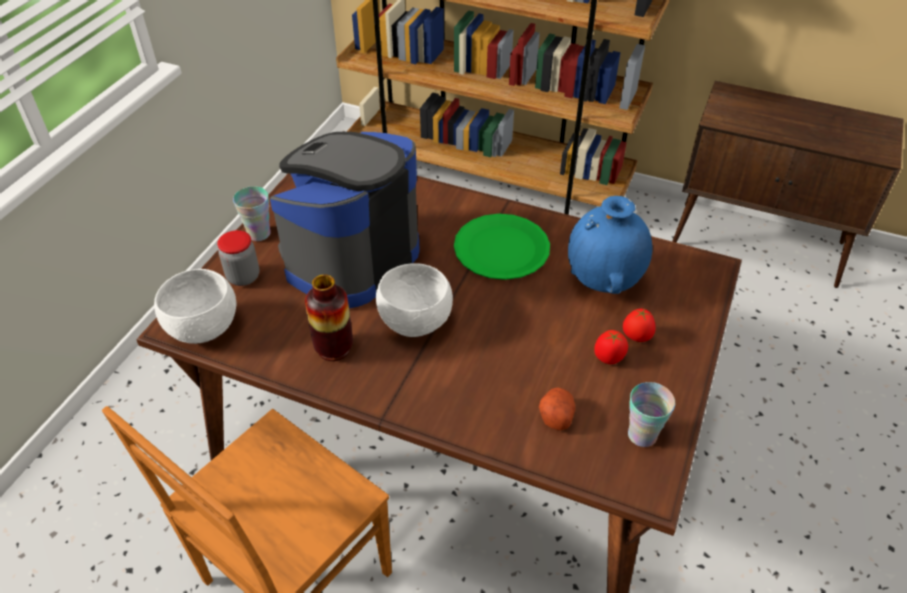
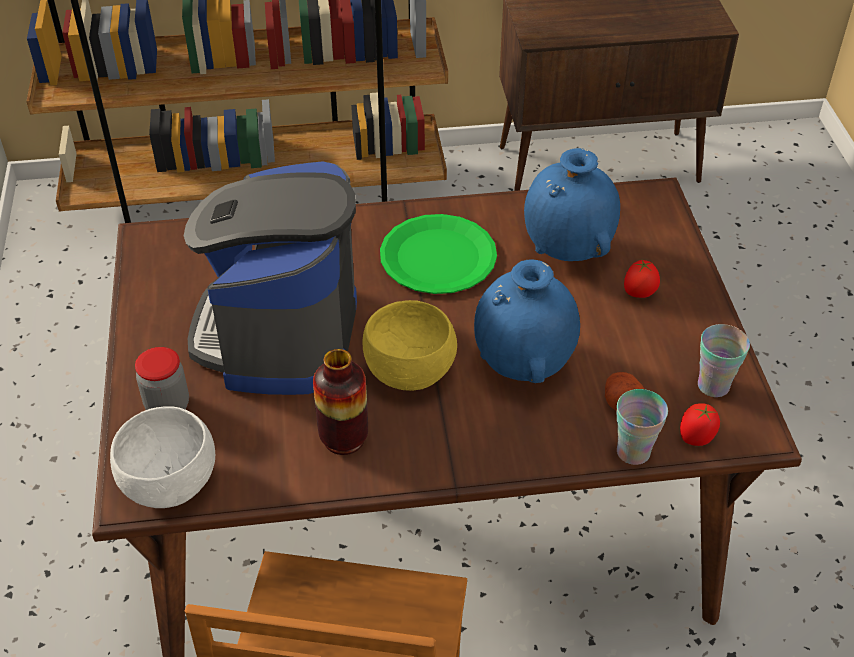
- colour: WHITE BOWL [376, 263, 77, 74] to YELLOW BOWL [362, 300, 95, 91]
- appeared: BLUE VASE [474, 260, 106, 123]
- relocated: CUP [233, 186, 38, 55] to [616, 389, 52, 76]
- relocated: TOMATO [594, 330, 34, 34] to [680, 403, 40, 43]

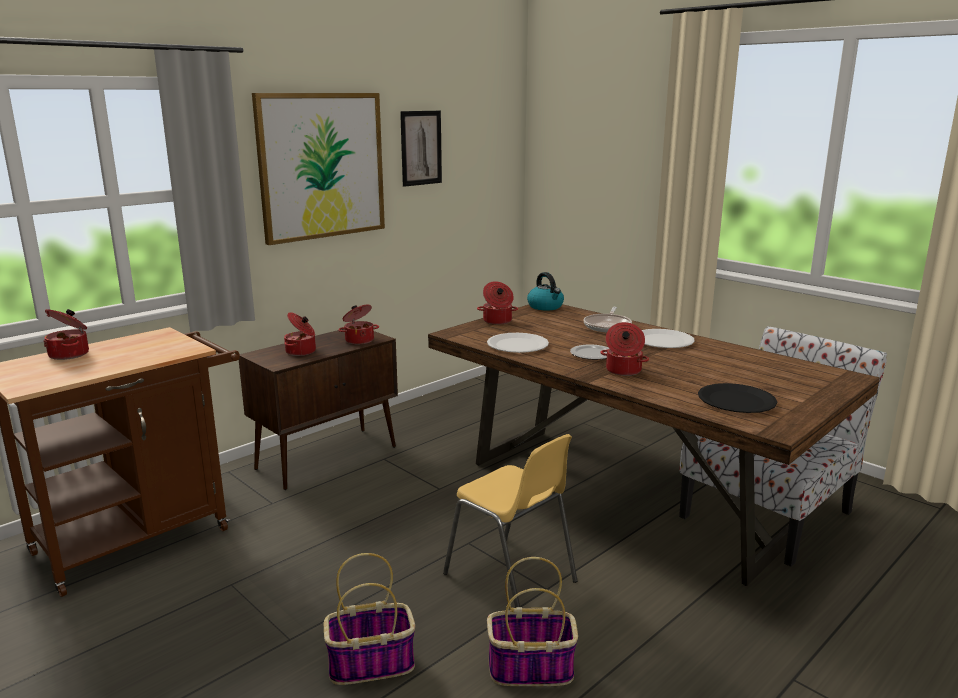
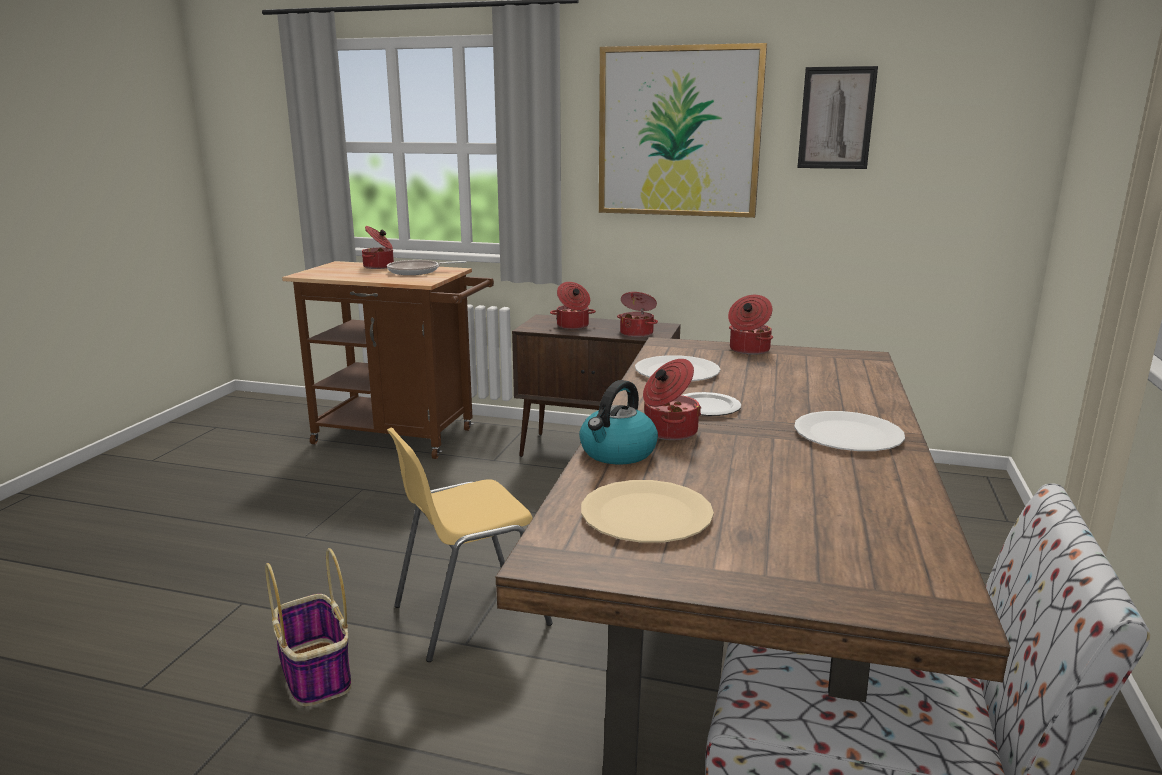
- relocated: FRYING PAN [583, 307, 49, 25] to [387, 260, 79, 15]
- spun: YELLOW CHAIR [443, 434, 135, 174] = [387, 428, 166, 234] 45 degrees clockwise
- relocated: KETTLE [527, 272, 37, 38] to [579, 380, 79, 85]
- colour: BLACK PLATE [698, 383, 79, 30] to BEIGE PLATE [581, 480, 133, 63]
- missing: BASKET [324, 553, 91, 132]

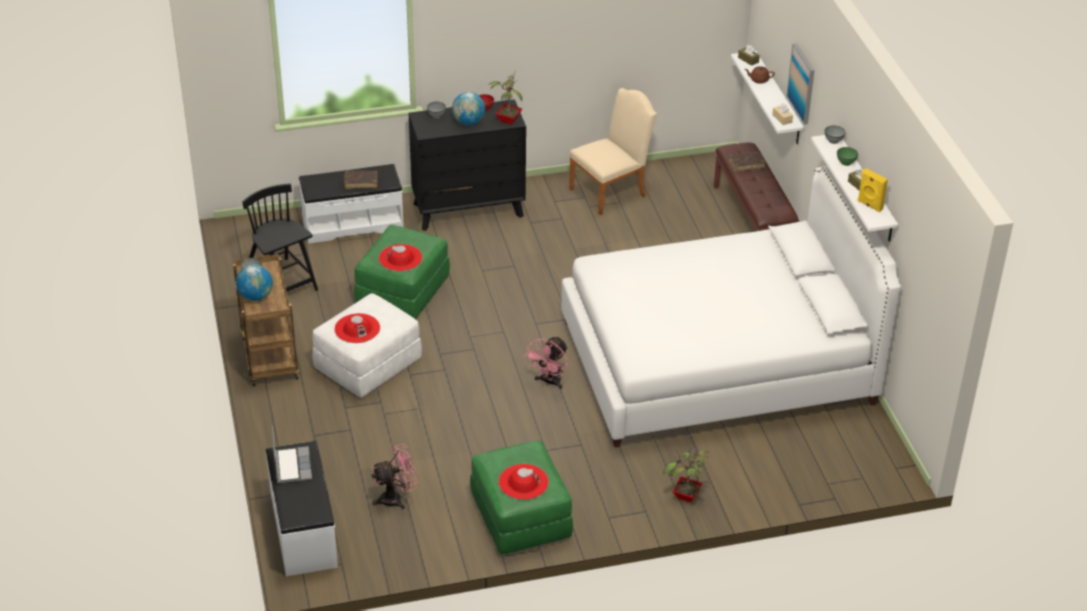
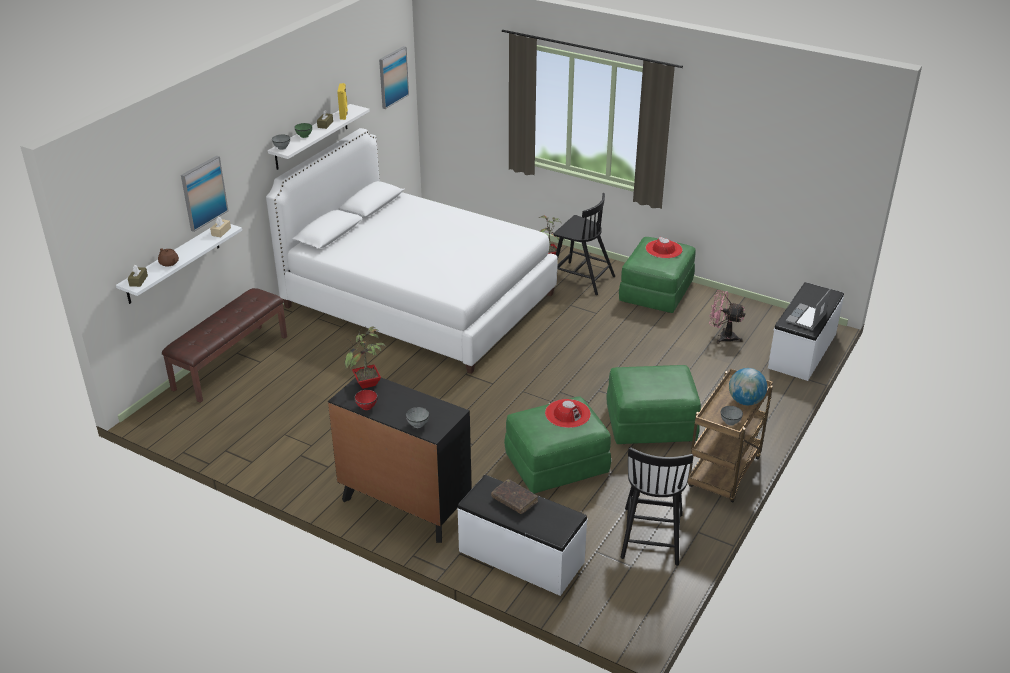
- appeared: PICTURE [379, 46, 30, 63]
- appeared: BLACK CHAIR [554, 193, 61, 102]
- colour: WHITE OTTOMAN [312, 293, 110, 105] to GREEN OTTOMAN [606, 365, 95, 79]
- missing: RED HAT [334, 313, 46, 30]
- missing: GLOBE [452, 92, 33, 33]
- missing: PINK FAN [524, 336, 44, 53]
- missing: BEIGE CHAIR [569, 88, 88, 127]
- missing: BROWN BOOK [728, 152, 37, 20]

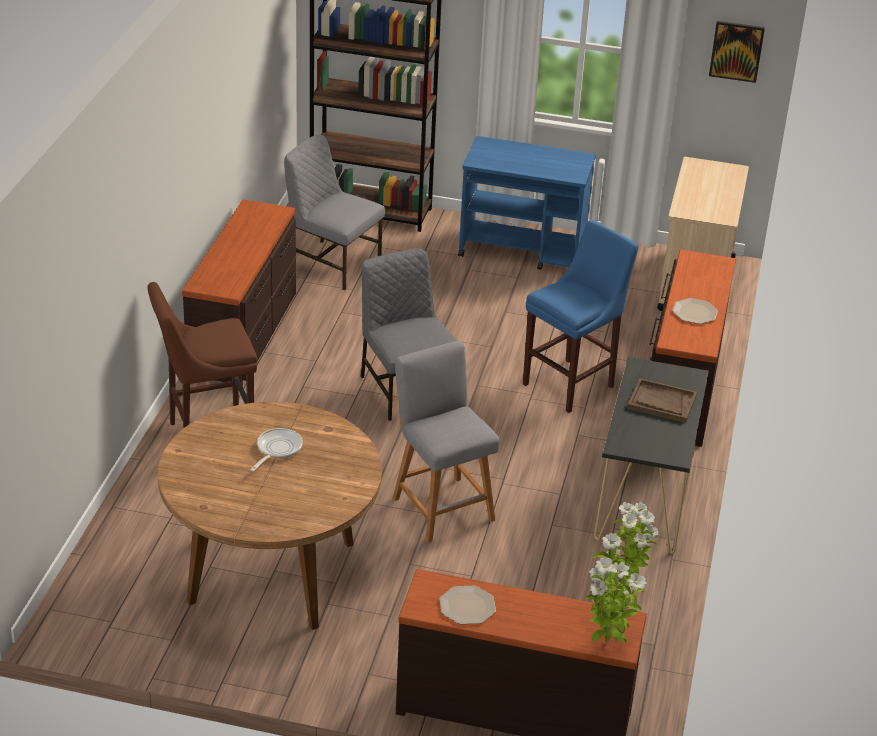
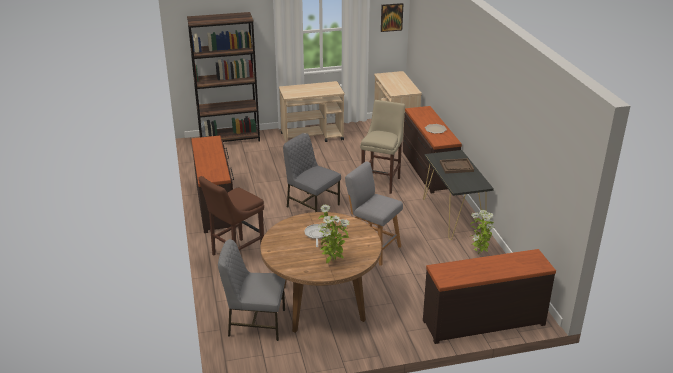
- relocated: GREY CHAIR [284, 135, 101, 155] to [218, 239, 68, 102]
- colour: BLUE CART [458, 136, 138, 134] to BEIGE CART [279, 81, 66, 61]
- relocated: POTTED PLANT [586, 533, 61, 110] to [318, 204, 32, 60]
- colour: BLUE STOOL [523, 220, 116, 193] to BEIGE STOOL [360, 100, 45, 94]
- missing: PLATE [439, 586, 57, 38]

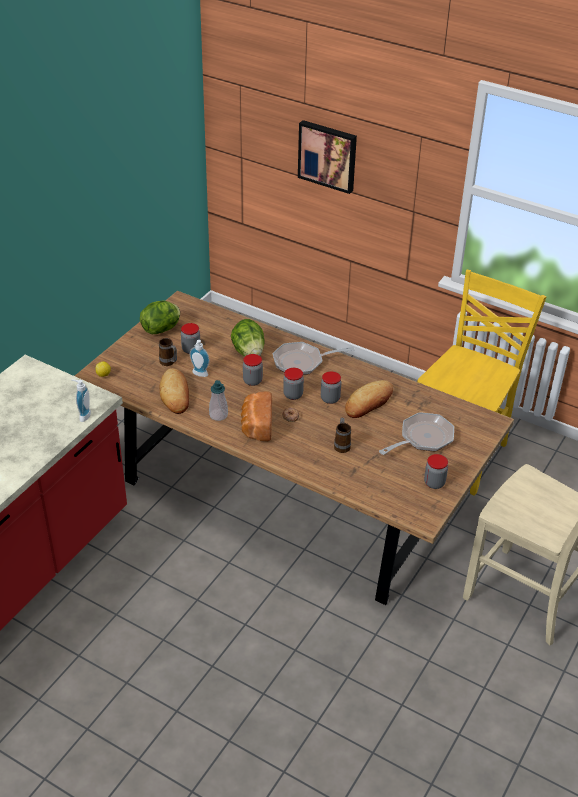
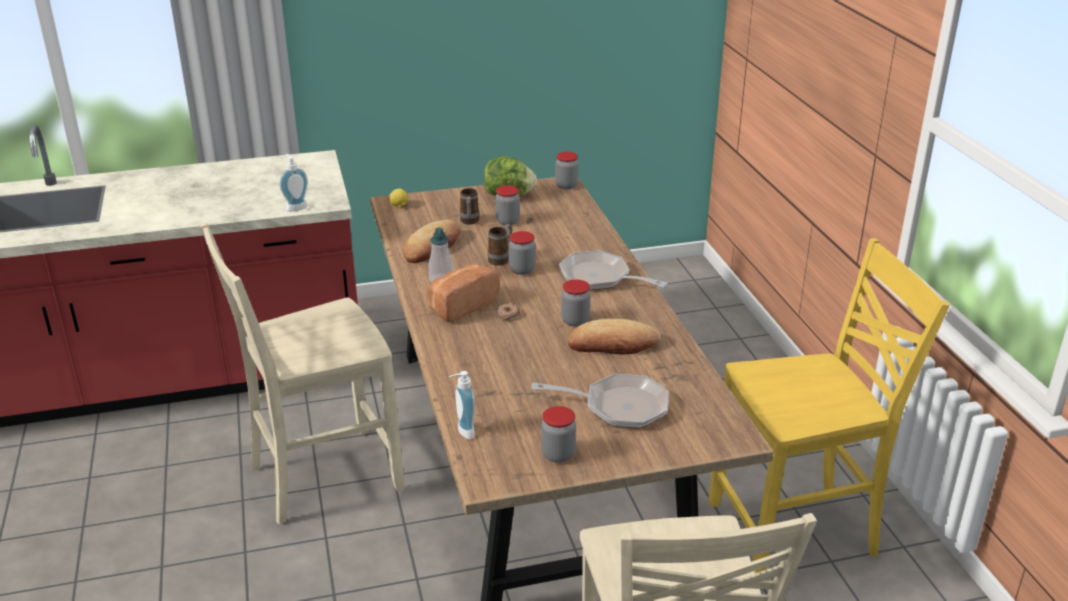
- appeared: BEIGE CHAIR [200, 223, 205, 302]
- relocated: SOAP DISPENSER [190, 340, 20, 37] to [449, 371, 26, 68]
- relocated: MUG [334, 418, 17, 35] to [488, 224, 24, 42]
- relocated: JAR [283, 368, 21, 32] to [555, 152, 24, 37]
- missing: LETTUCE [231, 319, 34, 37]
- missing: PICTURE [298, 120, 59, 74]

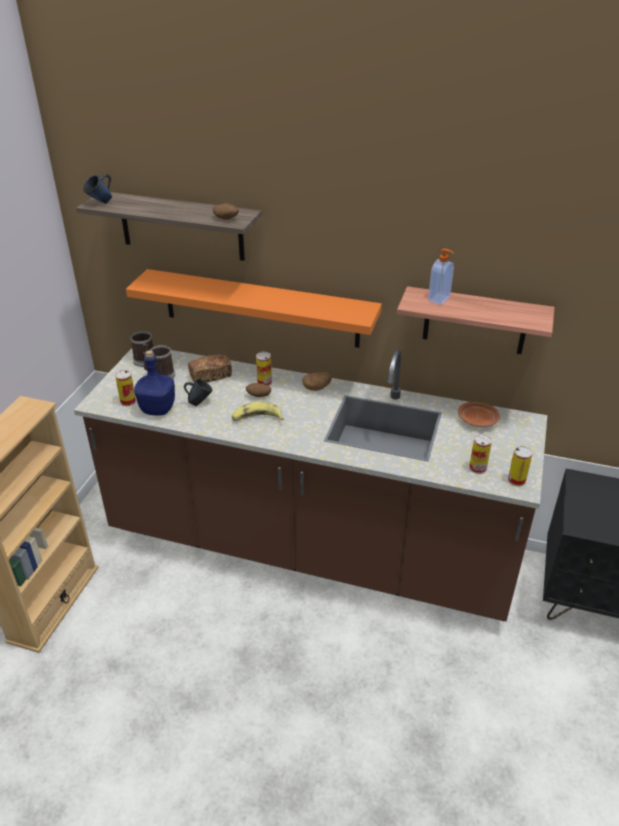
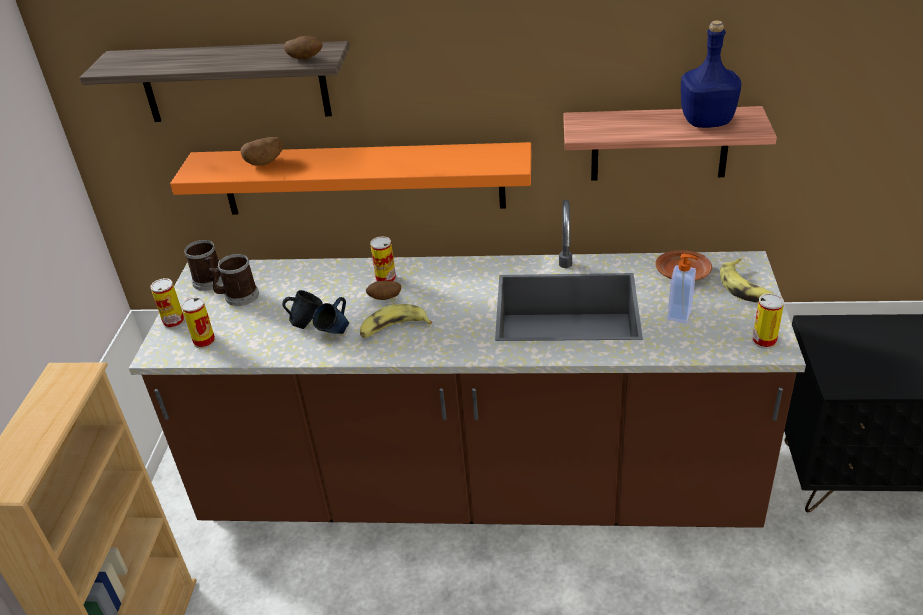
- relocated: CAN [469, 434, 23, 40] to [150, 278, 35, 50]
- relocated: POTATO [302, 372, 30, 19] to [241, 137, 42, 29]
- relocated: BLUE MUG [83, 174, 29, 30] to [313, 297, 36, 37]
- relocated: SOAP DISPENSER [428, 249, 26, 56] to [667, 254, 31, 69]
- relocated: BLUE BOTTLE [134, 350, 41, 66] to [681, 20, 61, 108]
- appeared: BANANA [720, 258, 54, 44]
- missing: BREAD [188, 354, 44, 29]

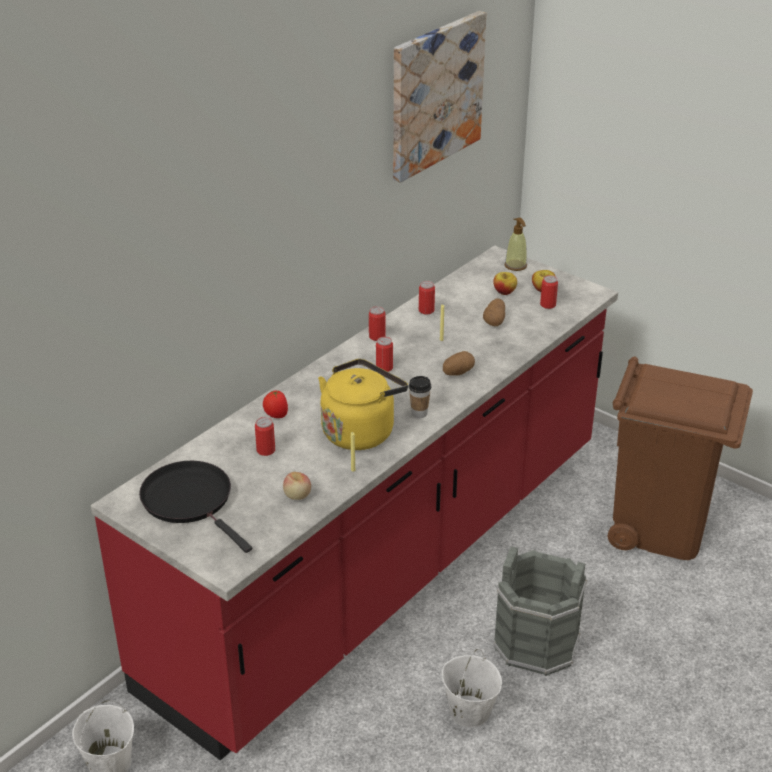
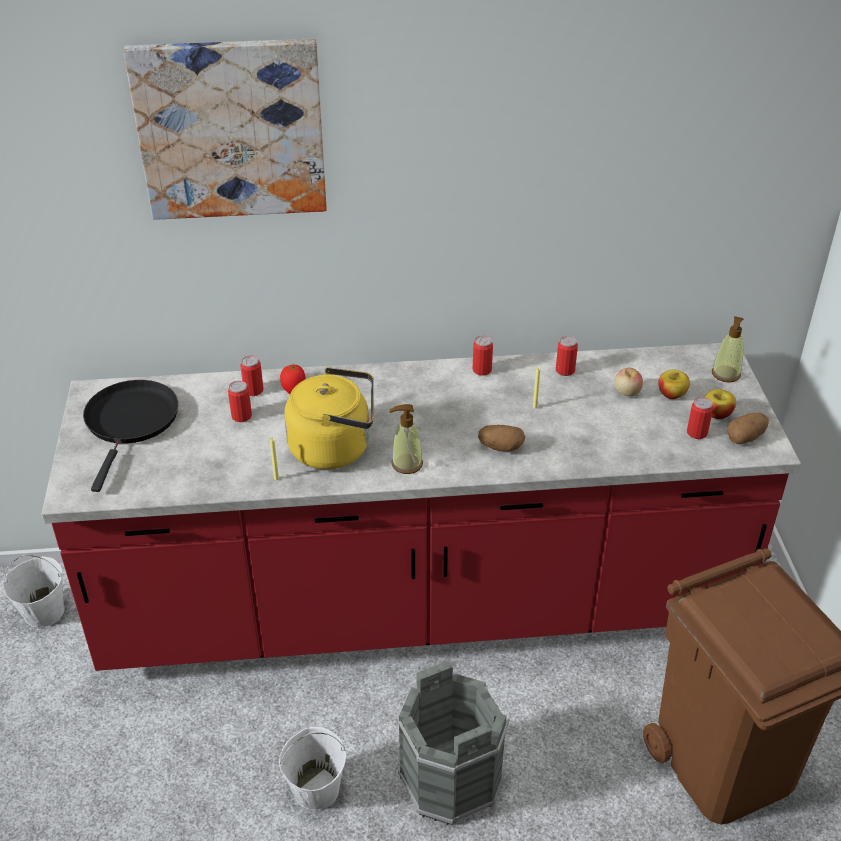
- relocated: PICTURE [393, 11, 93, 172] to [124, 39, 203, 181]
- relocated: CAN [376, 337, 17, 35] to [240, 355, 24, 41]
- exchanged: CUP [409, 376, 22, 42] to SOAP DISPENSER [389, 404, 34, 70]
- relocated: APPLE [283, 472, 28, 28] to [615, 367, 28, 30]
- relocated: POTATO [483, 298, 22, 28] to [727, 413, 42, 31]

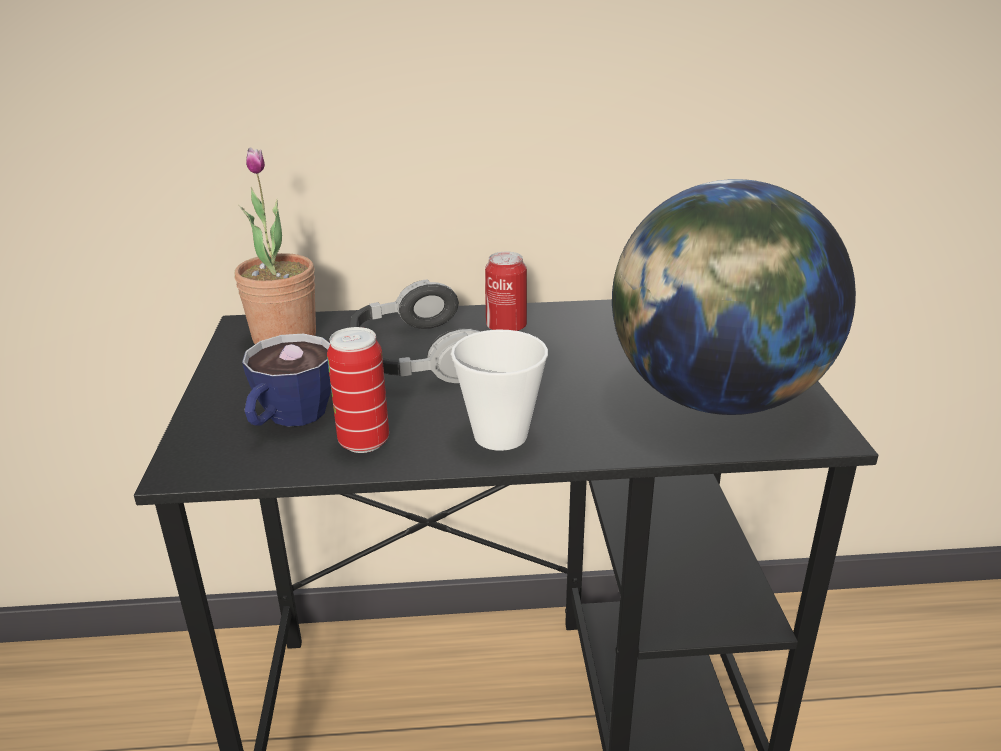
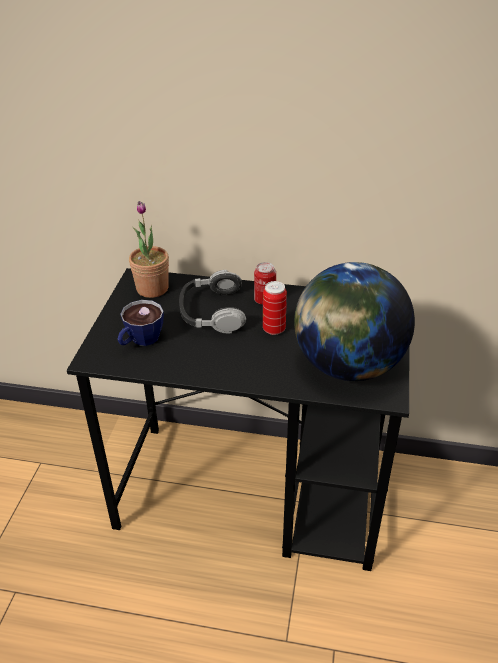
- relocated: CAN [327, 327, 62, 126] to [263, 281, 24, 54]
- missing: CUP [451, 330, 97, 121]

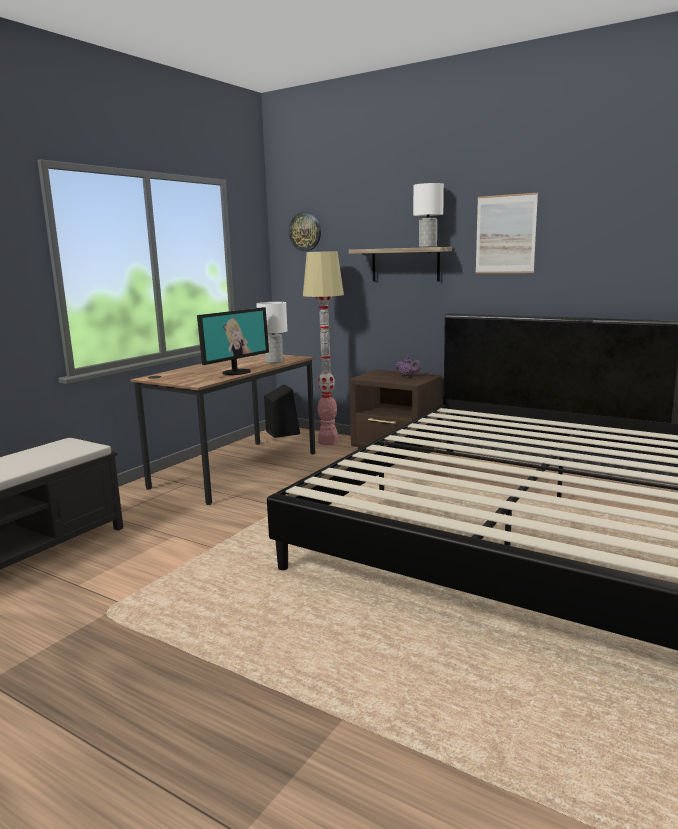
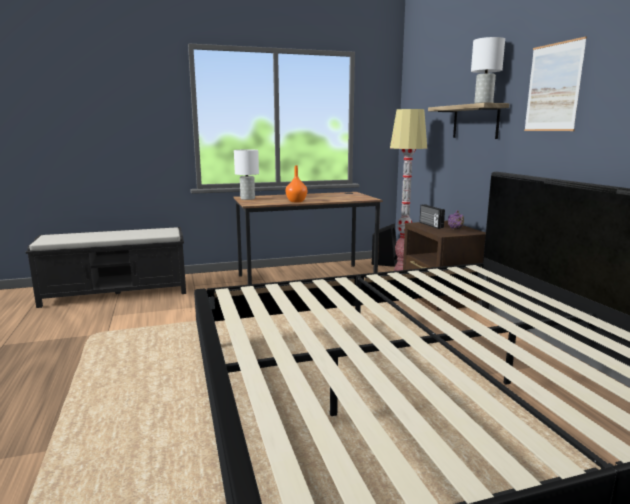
- relocated: WHITE TABLE LAMP [256, 302, 31, 61] to [234, 150, 25, 50]
- exchanged: MONITOR [197, 307, 72, 68] to ORANGE VASE [286, 165, 21, 37]
- appeared: RADIO [420, 205, 25, 24]
- missing: WALL CLOCK [289, 212, 32, 39]

